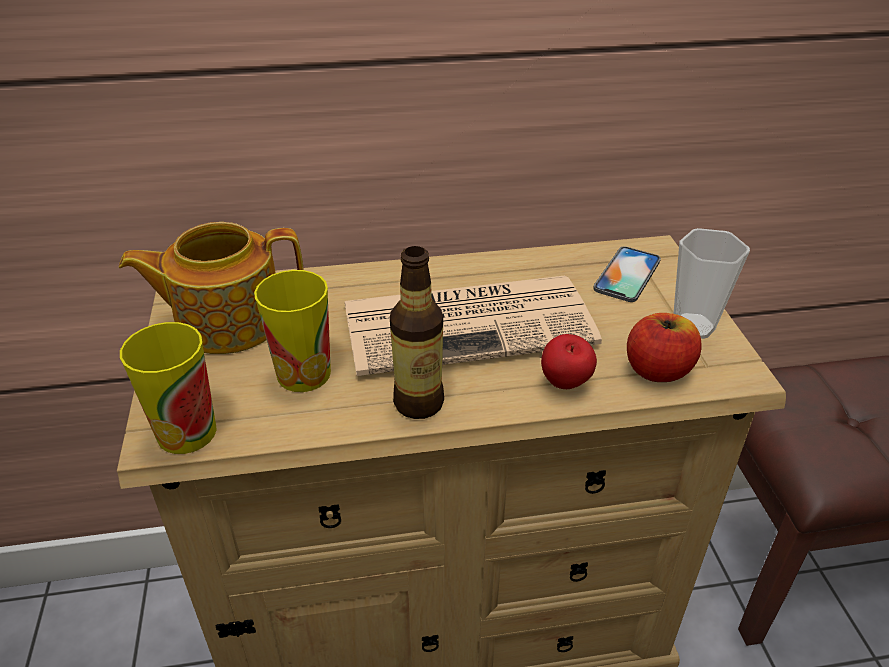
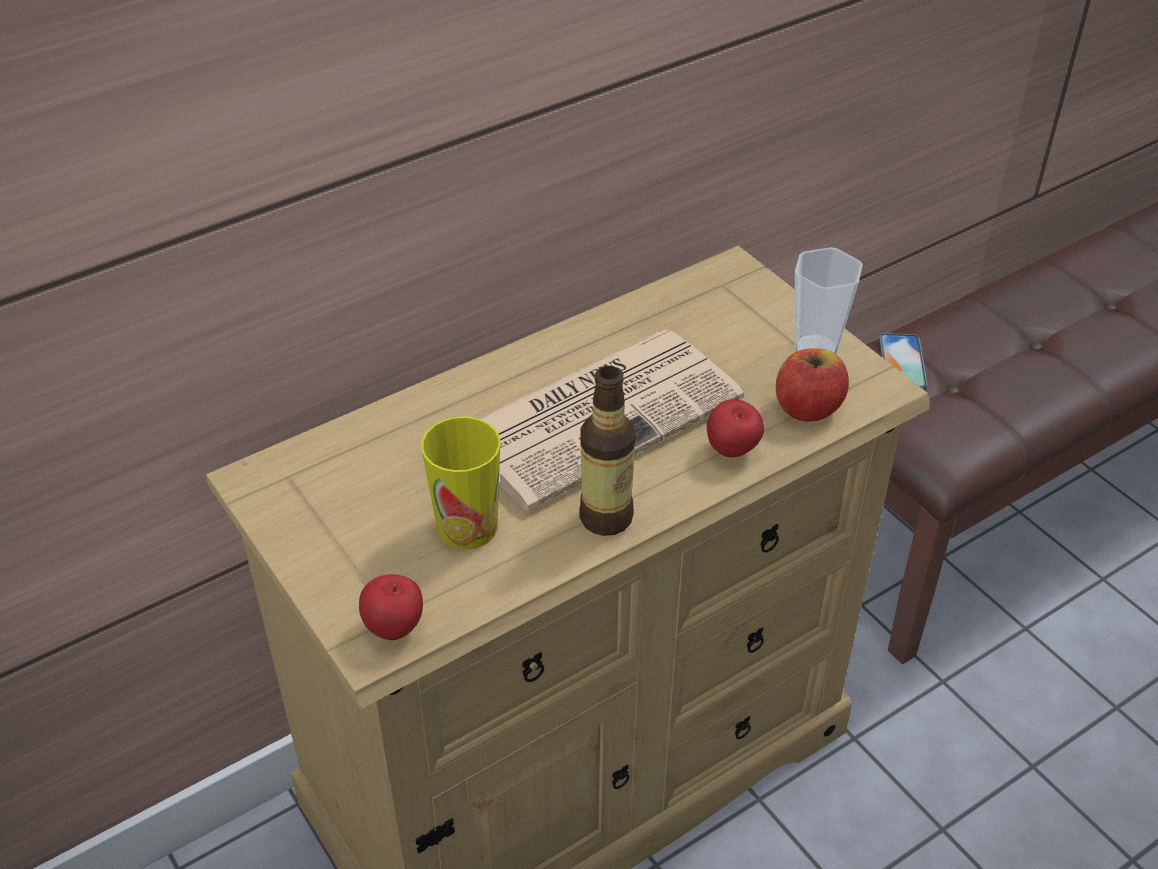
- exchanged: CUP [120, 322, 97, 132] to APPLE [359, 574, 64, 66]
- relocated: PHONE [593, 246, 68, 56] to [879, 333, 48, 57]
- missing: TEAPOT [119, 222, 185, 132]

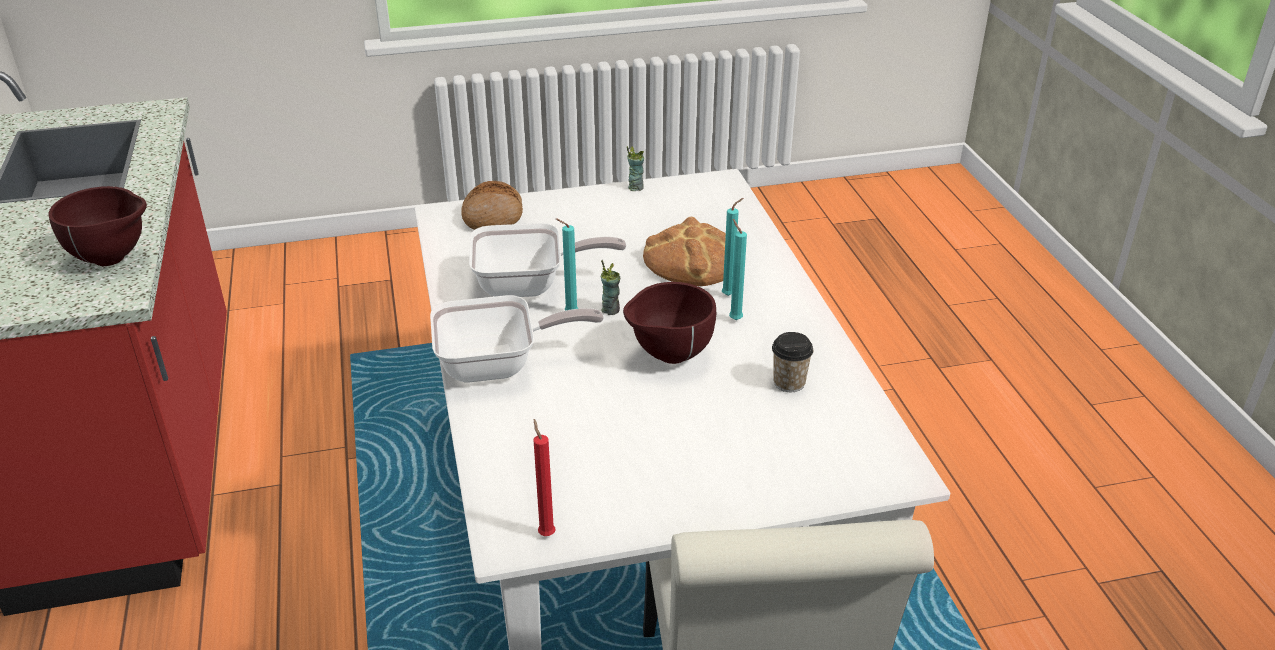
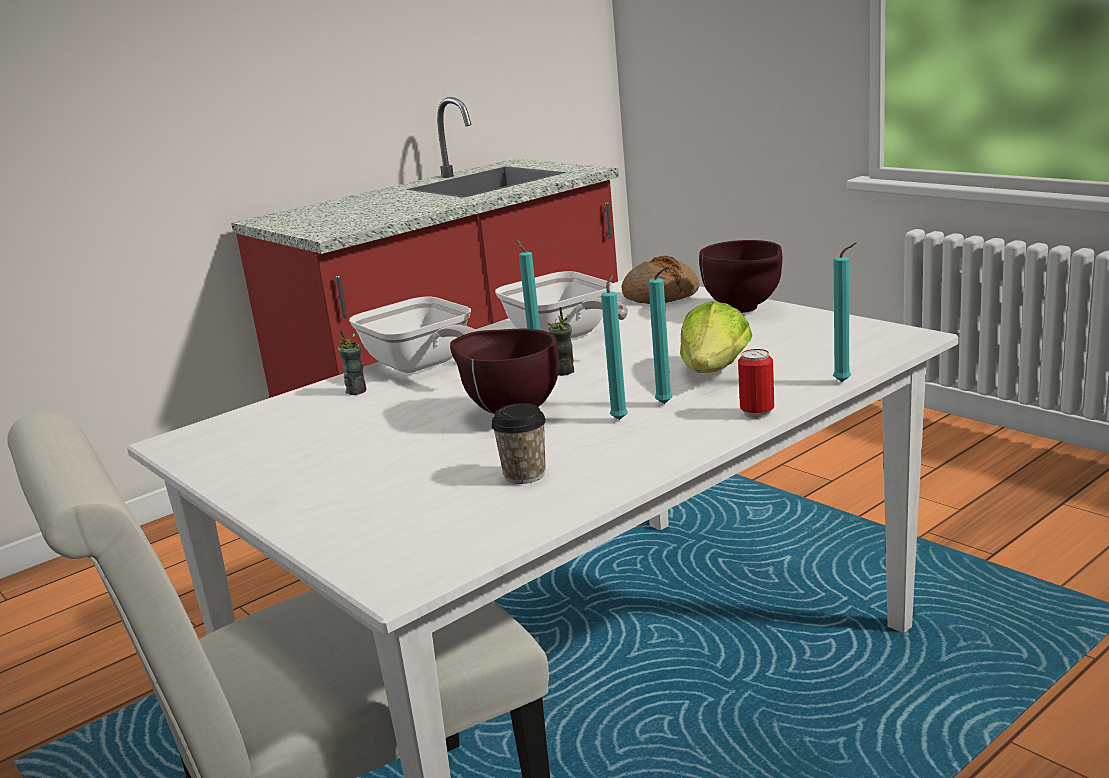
- relocated: CUP [627, 146, 17, 45] to [338, 328, 28, 67]
- exchanged: BREAD [643, 216, 83, 70] to LETTUCE [680, 301, 73, 72]
- relocated: BROWN BOWL [49, 186, 98, 80] to [699, 240, 83, 73]
- appeared: CAN [738, 349, 36, 70]
- appeared: TURQUOISE CANDLE [833, 242, 24, 140]
- missing: RED CANDLE [533, 419, 23, 117]

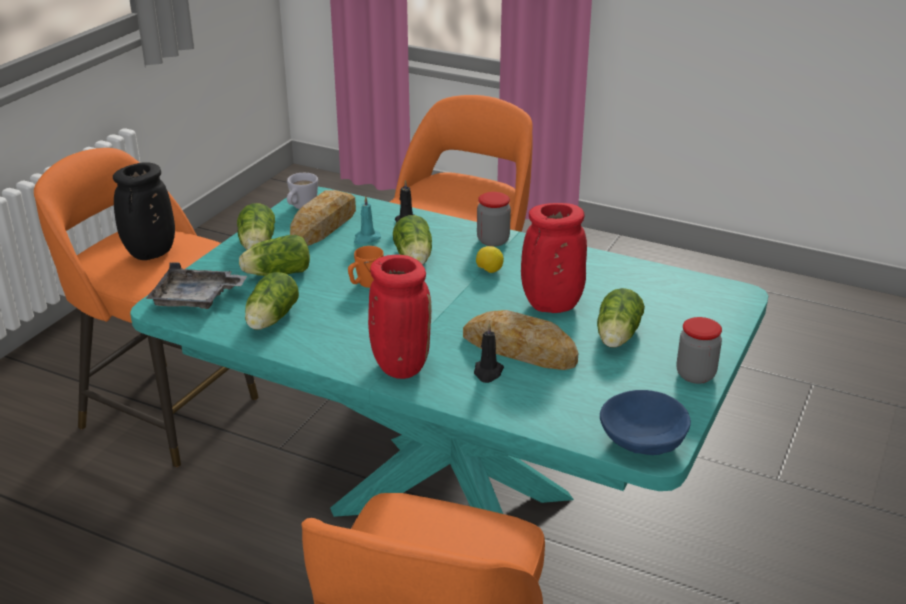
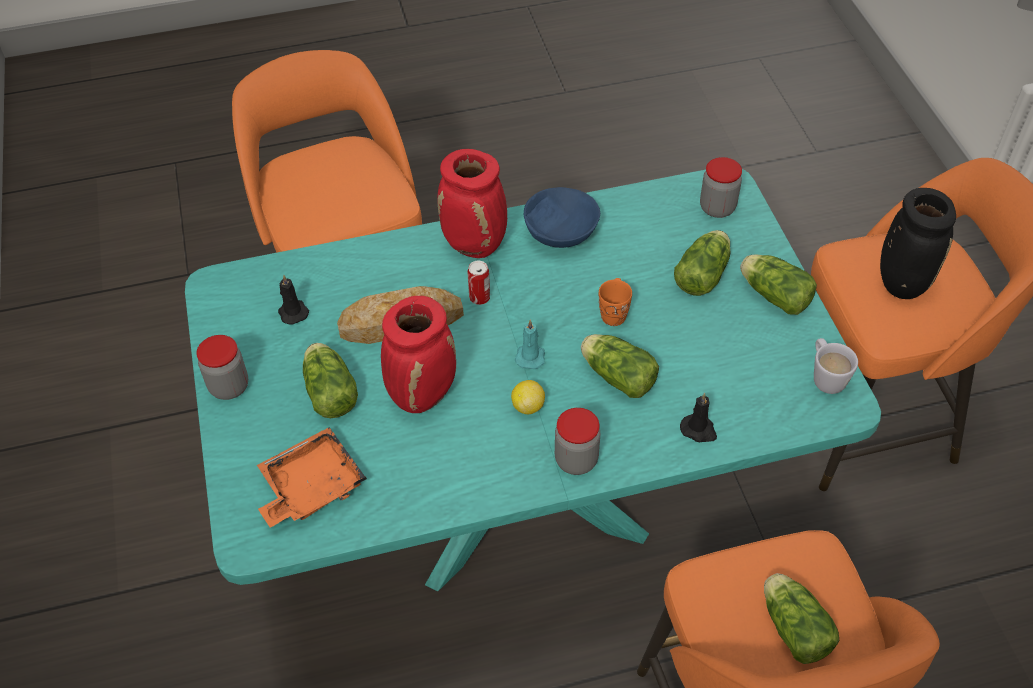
- appeared: ORANGE TRAY [257, 427, 110, 101]
- relocated: BLACK CANDLE [474, 323, 30, 60] to [278, 275, 31, 50]
- appeared: CAN [467, 261, 23, 44]
- relocated: TURQUOISE CANDLE [354, 195, 27, 49] to [515, 319, 30, 50]
- relocated: BLUE BOWL [600, 390, 91, 65] to [523, 187, 77, 61]
- exchanged: GREY TRAY [146, 262, 101, 47] to JAR [700, 157, 42, 61]
- relocated: LETTUCE [245, 272, 54, 58] to [764, 573, 75, 91]
- missing: BREAD [290, 190, 66, 56]

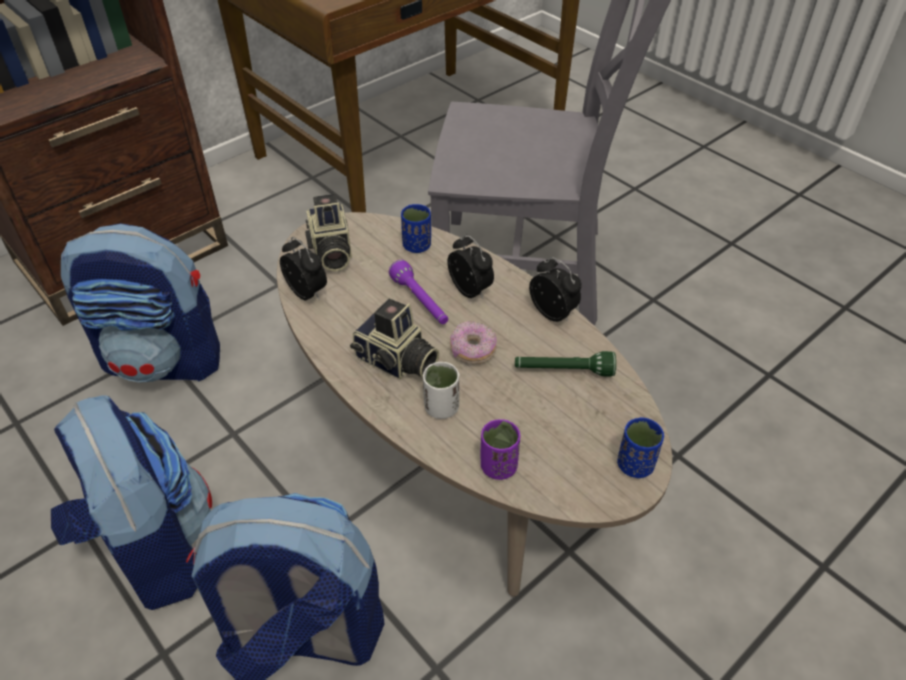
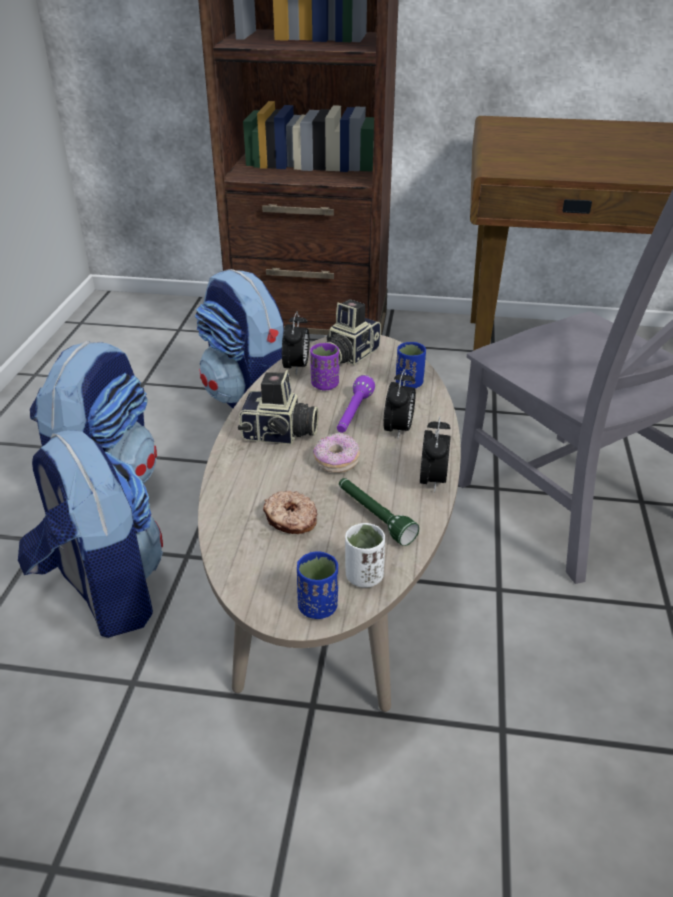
- spun: PHOTO CAMERA [350, 299, 89, 80] = [238, 370, 81, 75] 75 degrees counterclockwise
- appeared: DONUT [263, 490, 54, 44]
- relocated: PURPLE CUP [481, 419, 39, 61] to [310, 343, 29, 47]
- relocated: WHITE CUP [423, 362, 37, 57] to [345, 523, 40, 64]

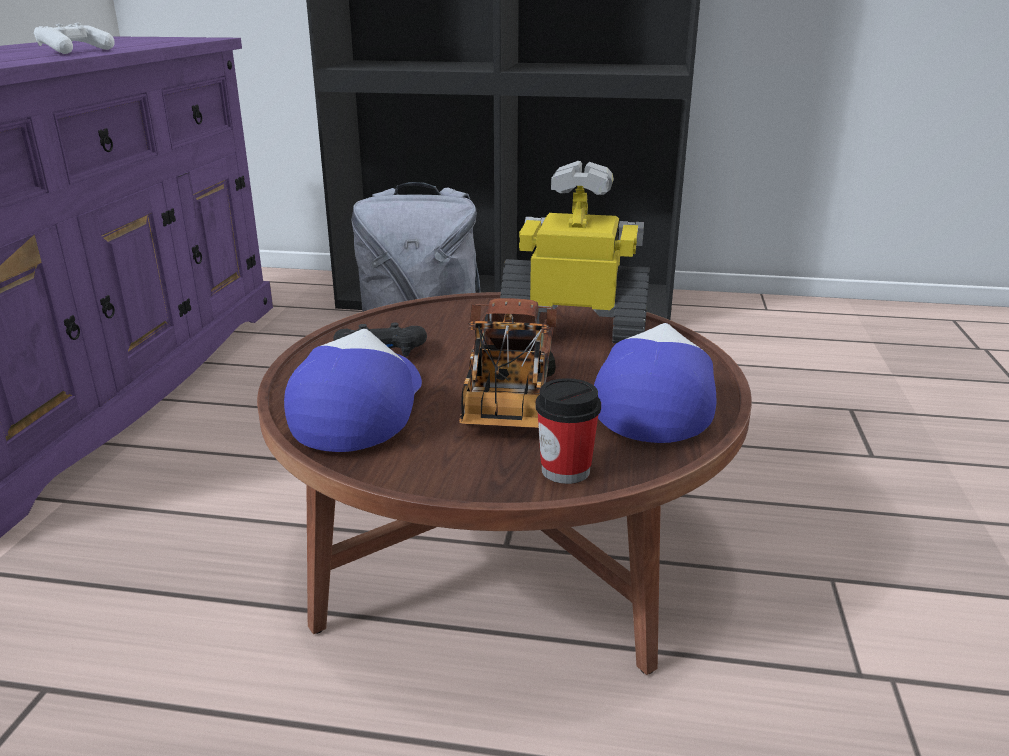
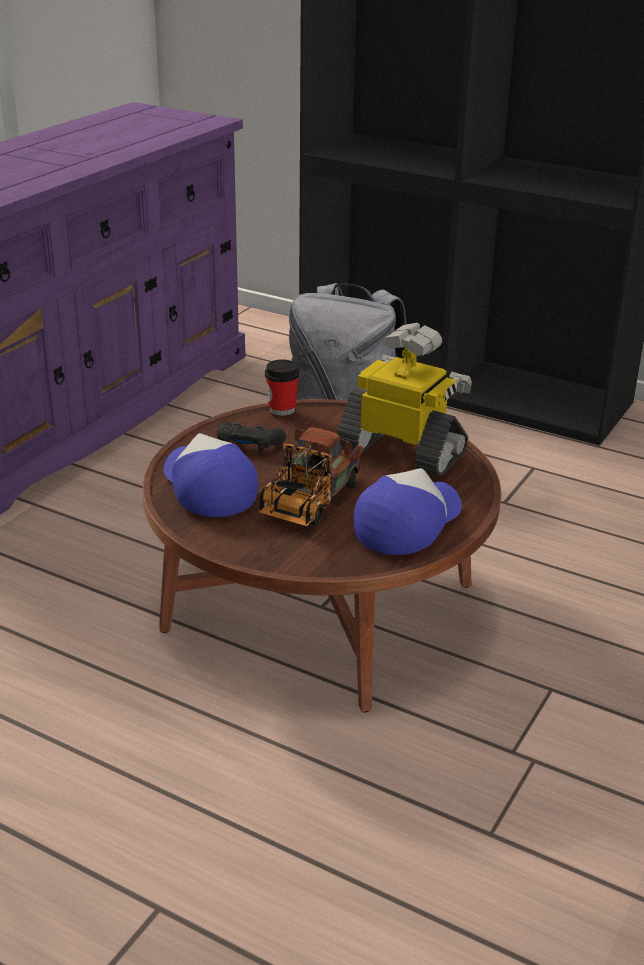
- spun: CAP [284, 329, 138, 123] = [164, 433, 94, 84] 60 degrees counterclockwise
- relocated: CUP [535, 378, 66, 106] to [265, 359, 34, 57]
- missing: WHITE GAME CONTROLLER [34, 23, 81, 31]

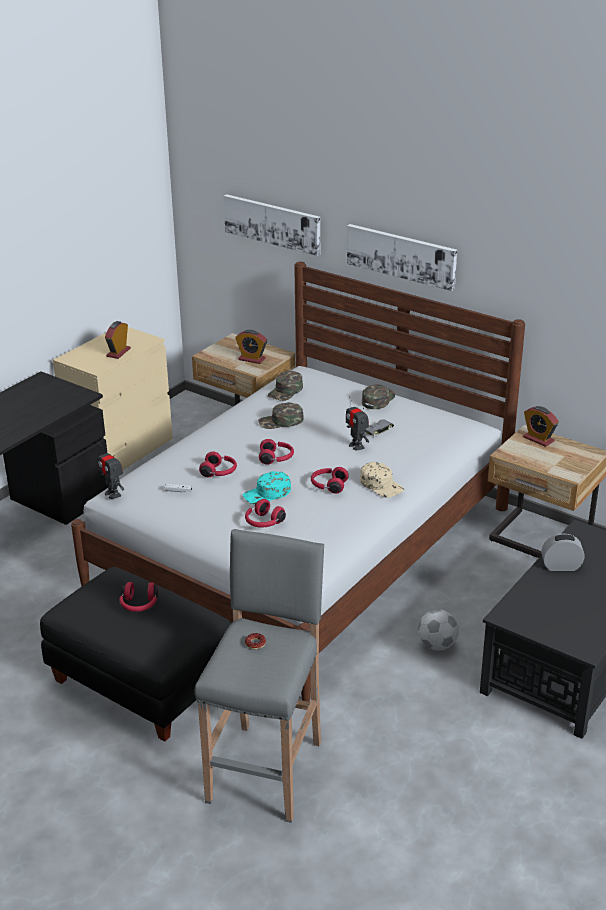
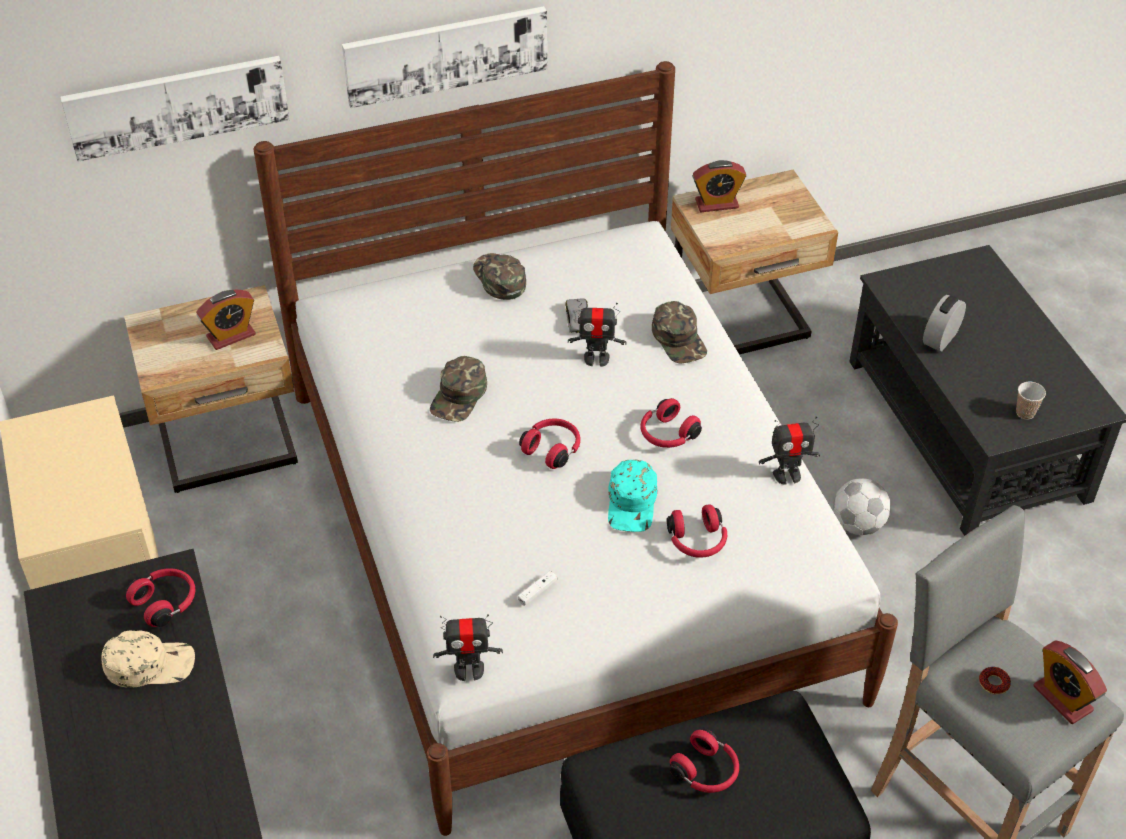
- relocated: BEIGE CAP [360, 462, 44, 36] to [101, 631, 94, 57]
- relocated: RED HEADPHONES [199, 452, 38, 26] to [126, 568, 69, 59]
- relocated: GREEN CAP [268, 371, 35, 30] to [652, 301, 55, 63]
- appeared: TOY ROBOT [759, 416, 61, 69]
- appeared: CUP [1016, 382, 30, 38]
- relocated: ALARM CLOCK [105, 321, 26, 38] to [1033, 640, 74, 84]

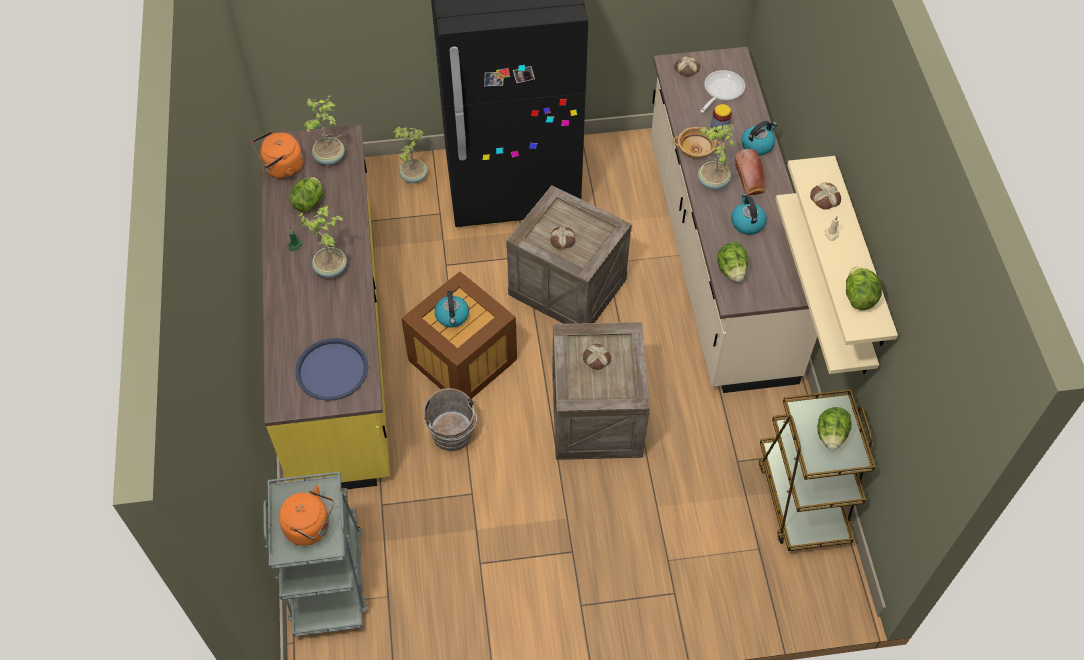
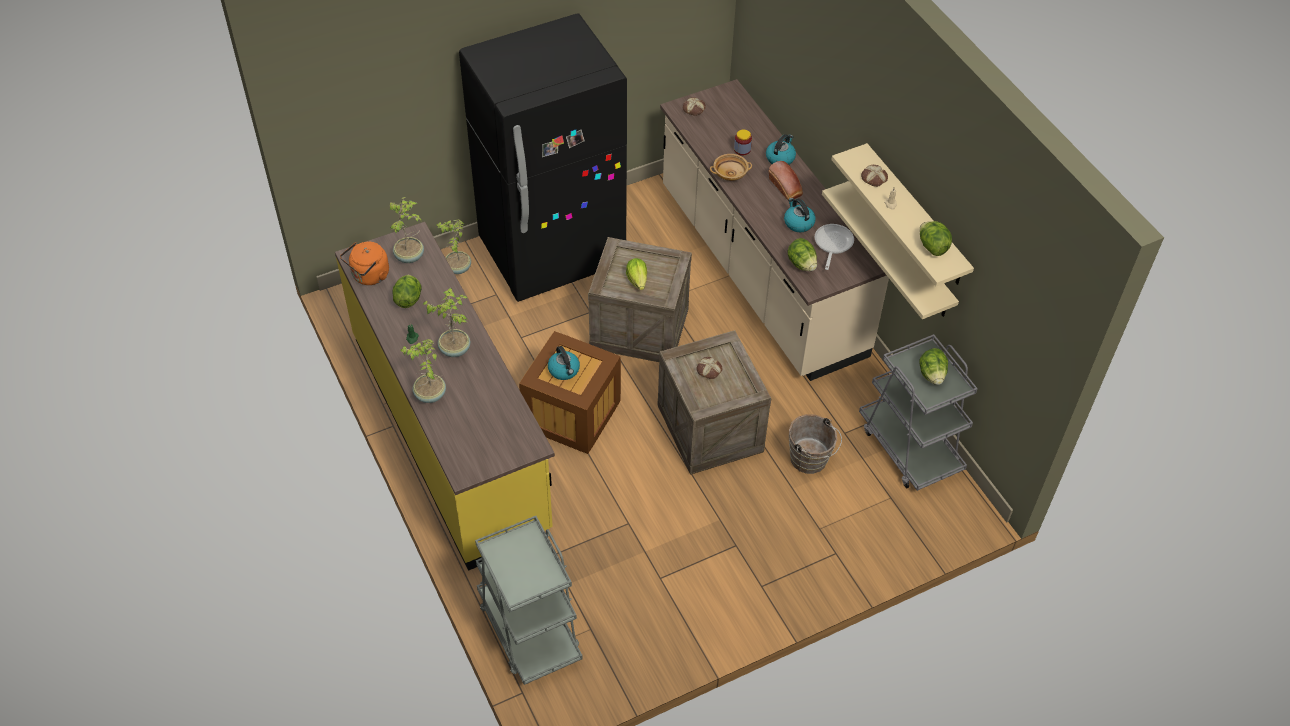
- relocated: POTTED PLANT [698, 125, 37, 65] to [401, 339, 45, 64]
- exchanged: BREAD [551, 227, 25, 22] to LETTUCE [626, 258, 21, 32]
- relocated: BROWN BUCKET [423, 388, 54, 63] to [789, 414, 53, 60]
- relocated: FRYING PAN [700, 70, 45, 43] to [815, 224, 39, 46]
- colour: BROWN CART [759, 389, 117, 162] to GREY CART [859, 334, 119, 157]
- missing: ORANGE KETTLE [279, 485, 55, 61]
- missing: BLUE TRAY [295, 338, 73, 63]

